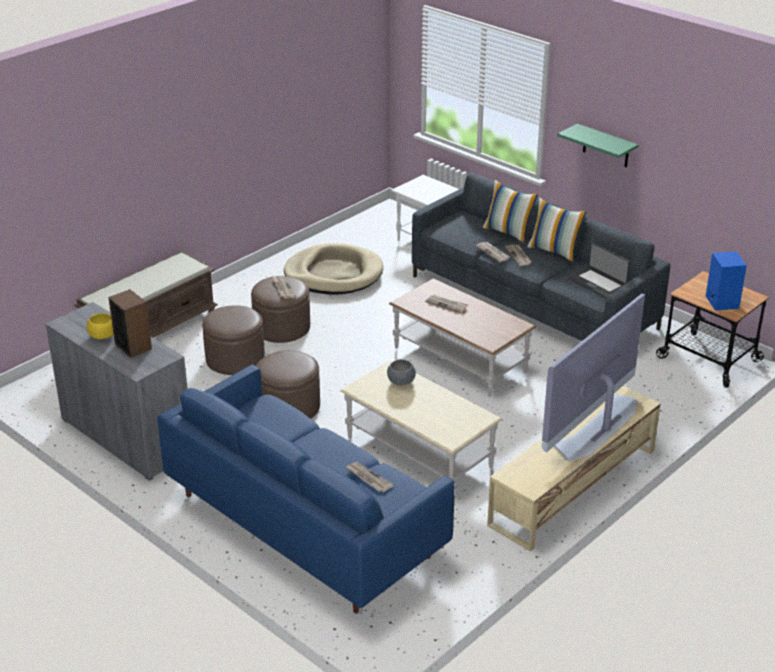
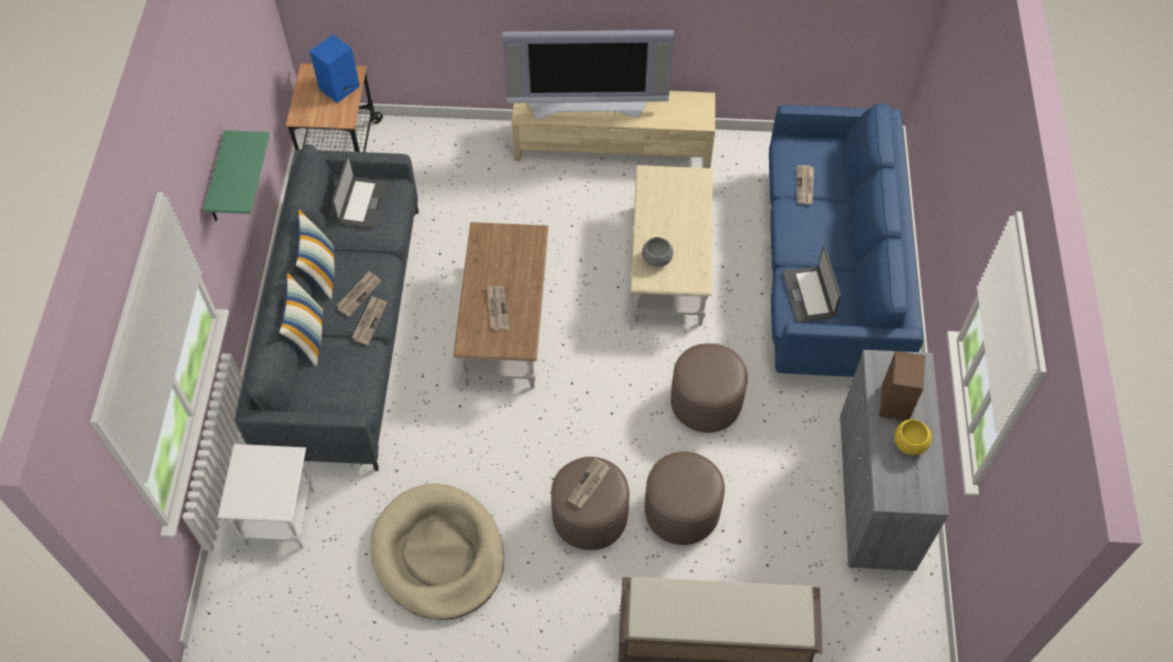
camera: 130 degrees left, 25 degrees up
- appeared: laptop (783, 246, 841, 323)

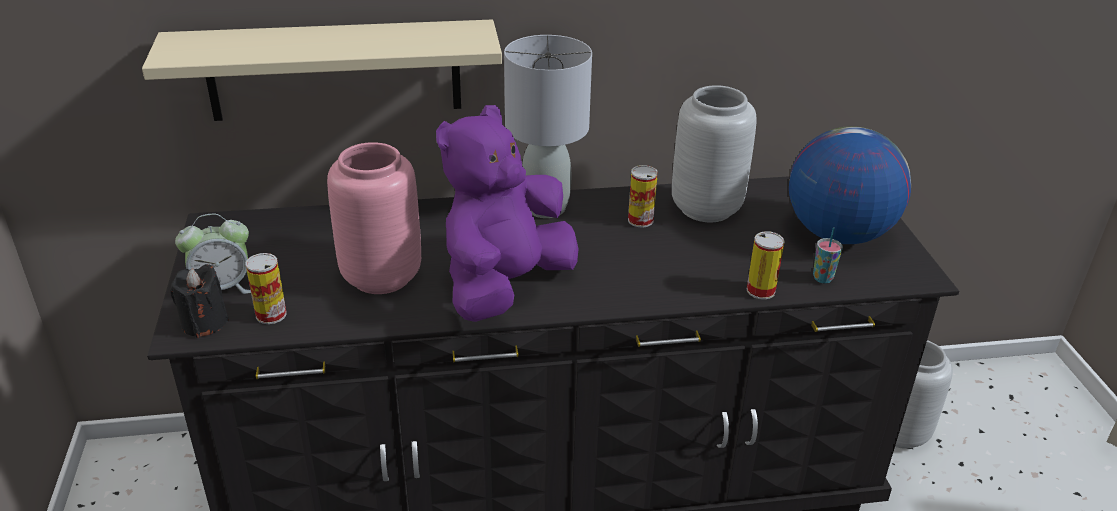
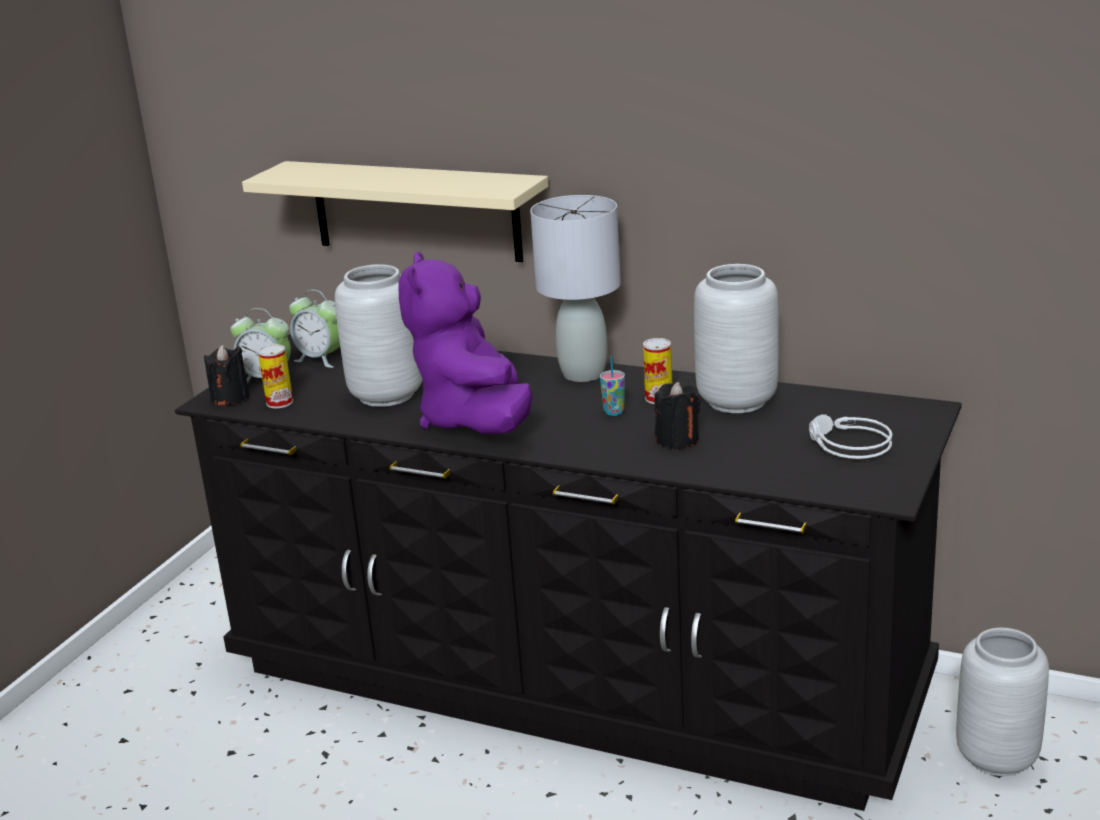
camera: 35 degrees right, 10 degrees down
- colour: wazon (różowy) (327, 142, 421, 294) to wazon (szary) (335, 264, 422, 407)
- spun: pluszak (fioletowy) (436, 105, 579, 322) = (398, 251, 533, 434) 75 degrees counterclockwise
- missing: puszka (747, 231, 785, 300)
- exchanged: globus (789, 126, 911, 244) to słuchawki (szary) (809, 414, 892, 459)
- relocated: filiżanka (813, 227, 843, 283) to (600, 356, 625, 416)
- appeared: budzik (289, 290, 340, 368)
- appeared: świeca (czarny) (654, 382, 701, 449)

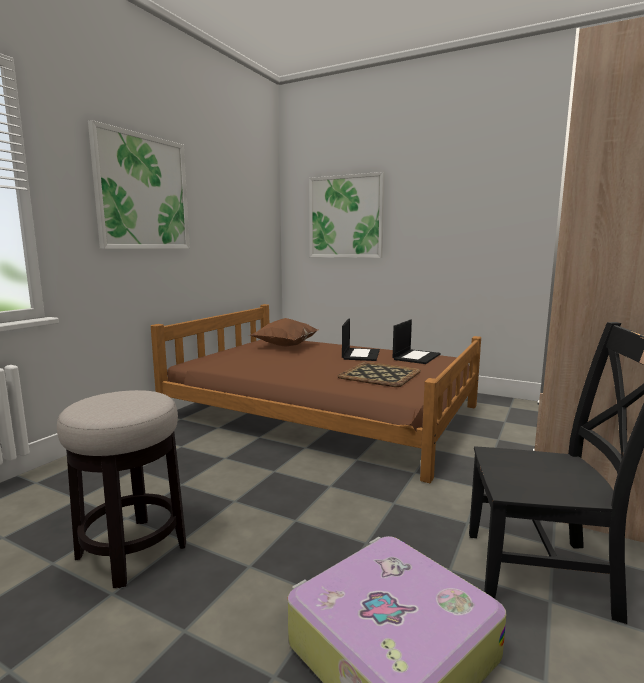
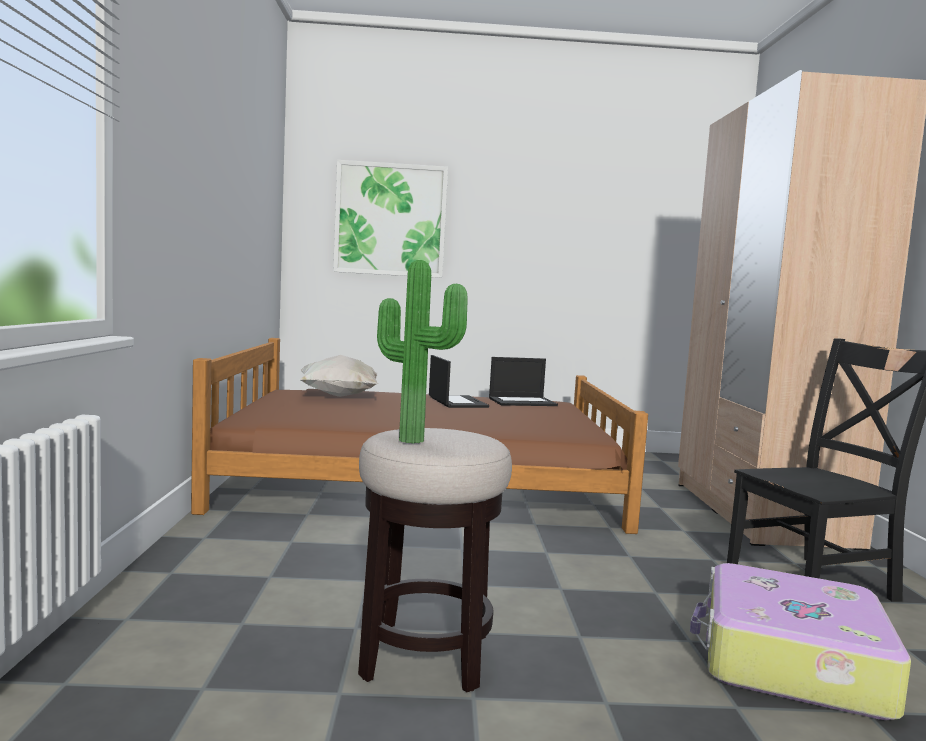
camera: 30 degrees left, 5 degrees down
- missing: obraz (88, 120, 190, 249)
- colour: poduszka (brązowy) (248, 318, 318, 347) to poduszka (biały) (298, 355, 378, 397)
- missing: taca (337, 362, 421, 387)
- spun: laptop (393, 320, 441, 364) = (489, 357, 558, 406) 75 degrees clockwise
- appeared: roślina doniczkowa (377, 260, 468, 443)

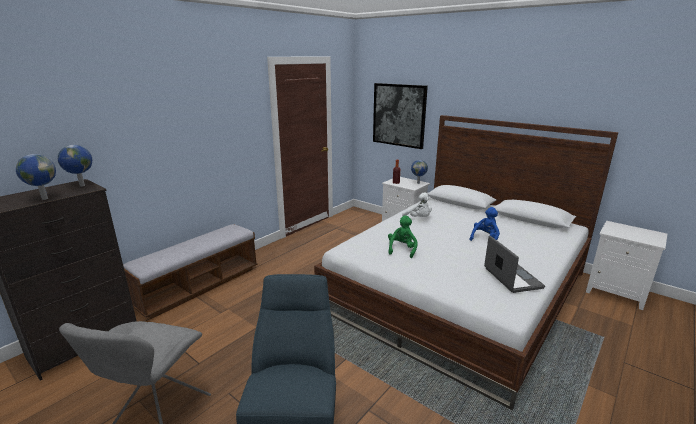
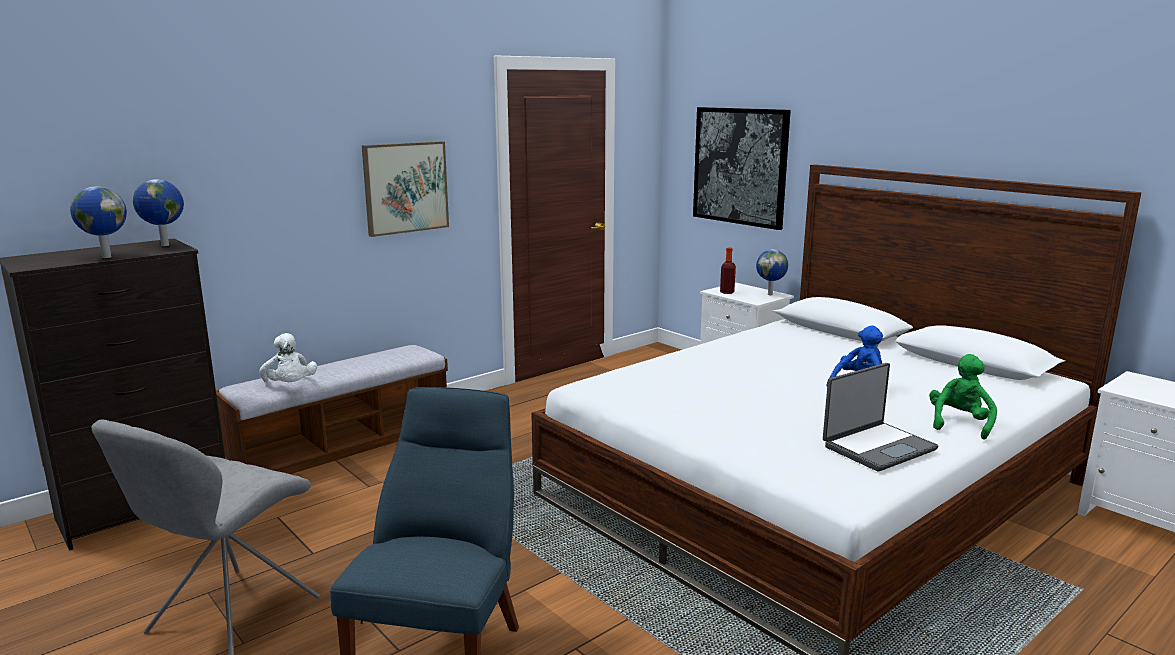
camera: 10 degrees right, 5 degrees down
- relocated: pluszak (zielony) (388, 215, 418, 258) to (929, 354, 997, 439)
- relocated: pluszak (biały) (402, 192, 432, 217) to (259, 333, 317, 382)
- spun: laptop (484, 236, 545, 293) = (823, 363, 938, 472) 60 degrees clockwise
- appeared: obraz (362, 141, 449, 237)

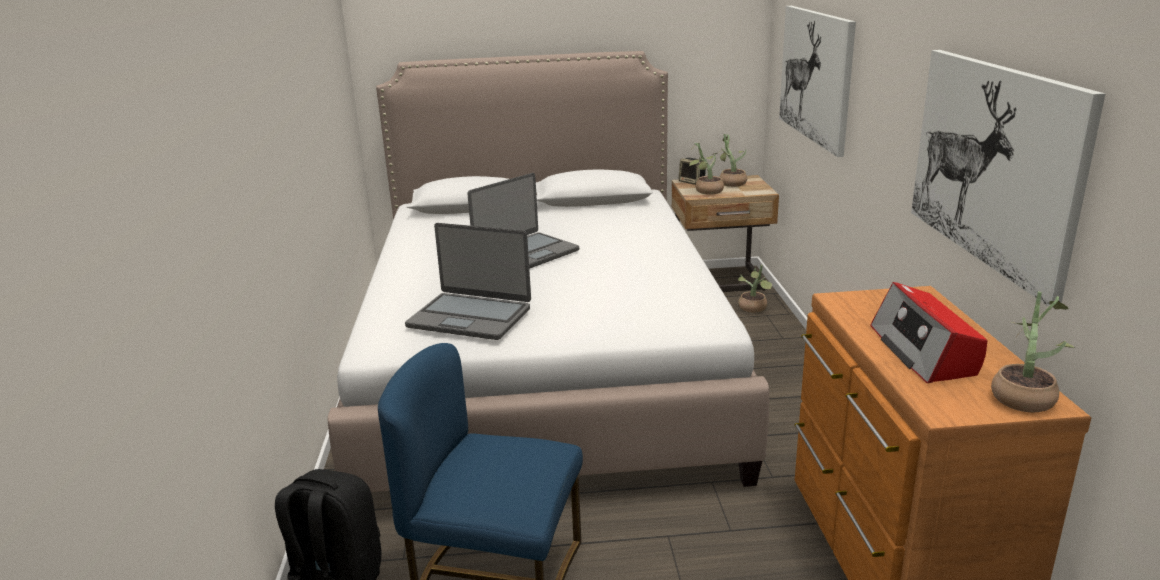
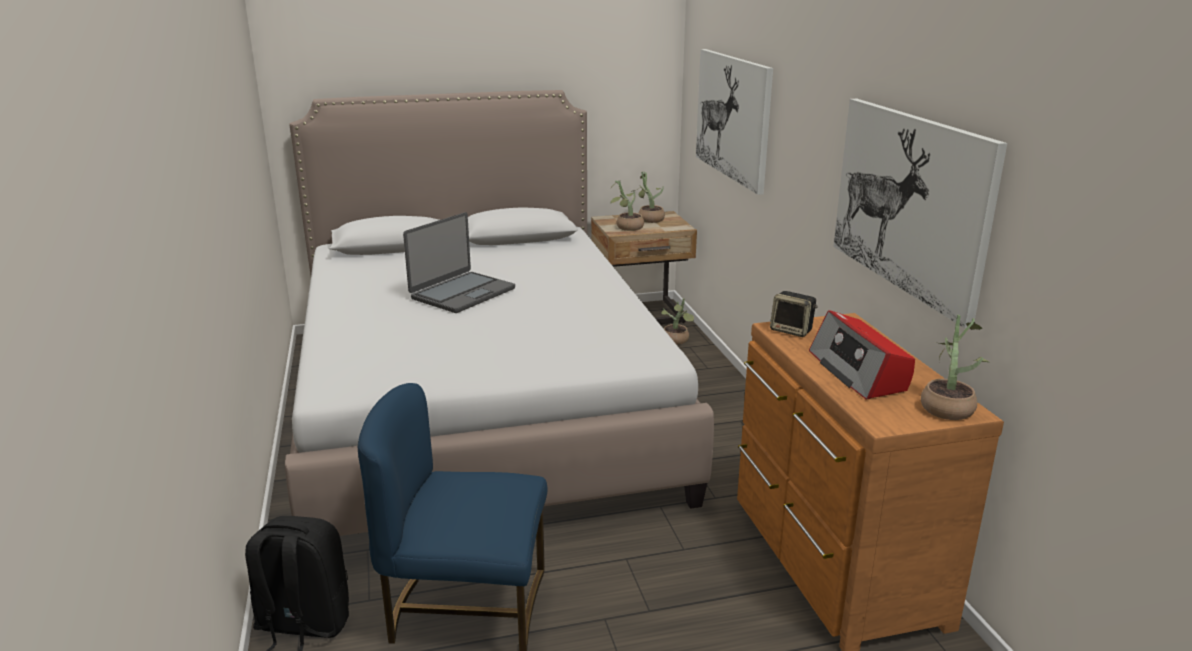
camera: 10 degrees left, 0 degrees up
- missing: laptop (405, 223, 531, 340)
- relocated: głośnik (679, 158, 706, 185) to (770, 291, 818, 337)

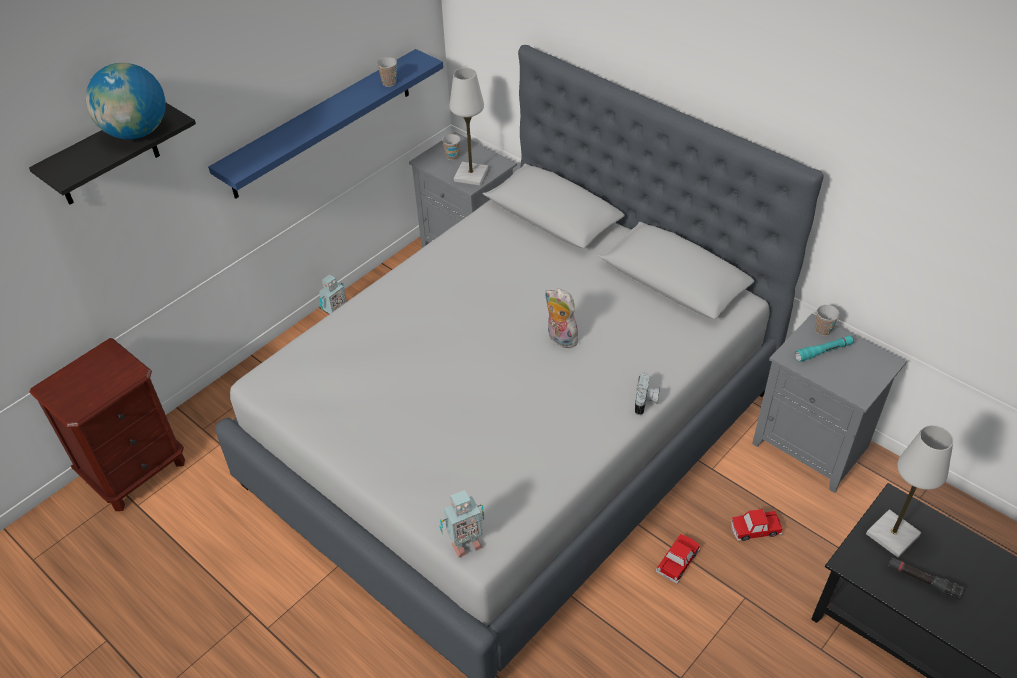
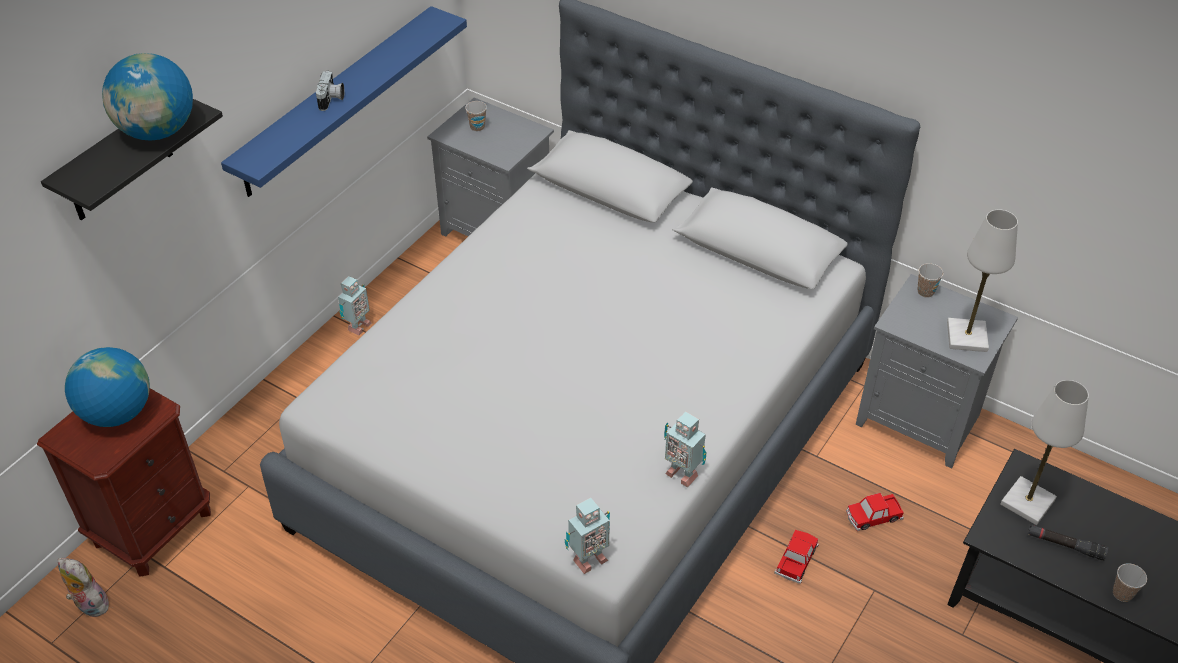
camera: 10 degrees left, 0 degrees up
- relocated: filiżanka (377, 57, 397, 87) to (1113, 563, 1147, 602)
- relocated: lampa stołowa (biały) (450, 68, 488, 186) to (947, 209, 1018, 352)
- relocated: pluszak (545, 289, 580, 348) to (58, 558, 109, 617)
- relocated: aparat fotograficzny (635, 373, 660, 415) to (316, 71, 345, 111)
- missing: latarka (turkusowy) (795, 335, 854, 362)
- appeared: globus (65, 347, 150, 427)
- appeared: robot zabawkowy (664, 412, 706, 487)

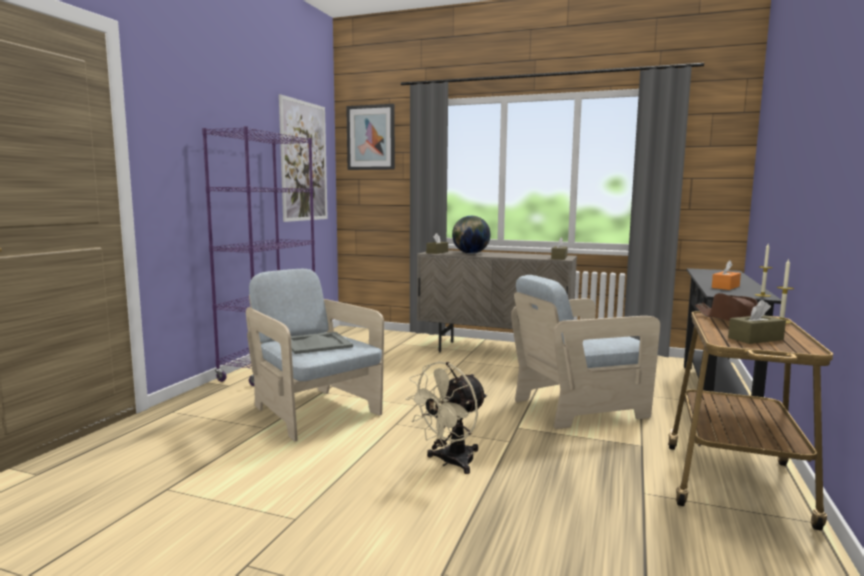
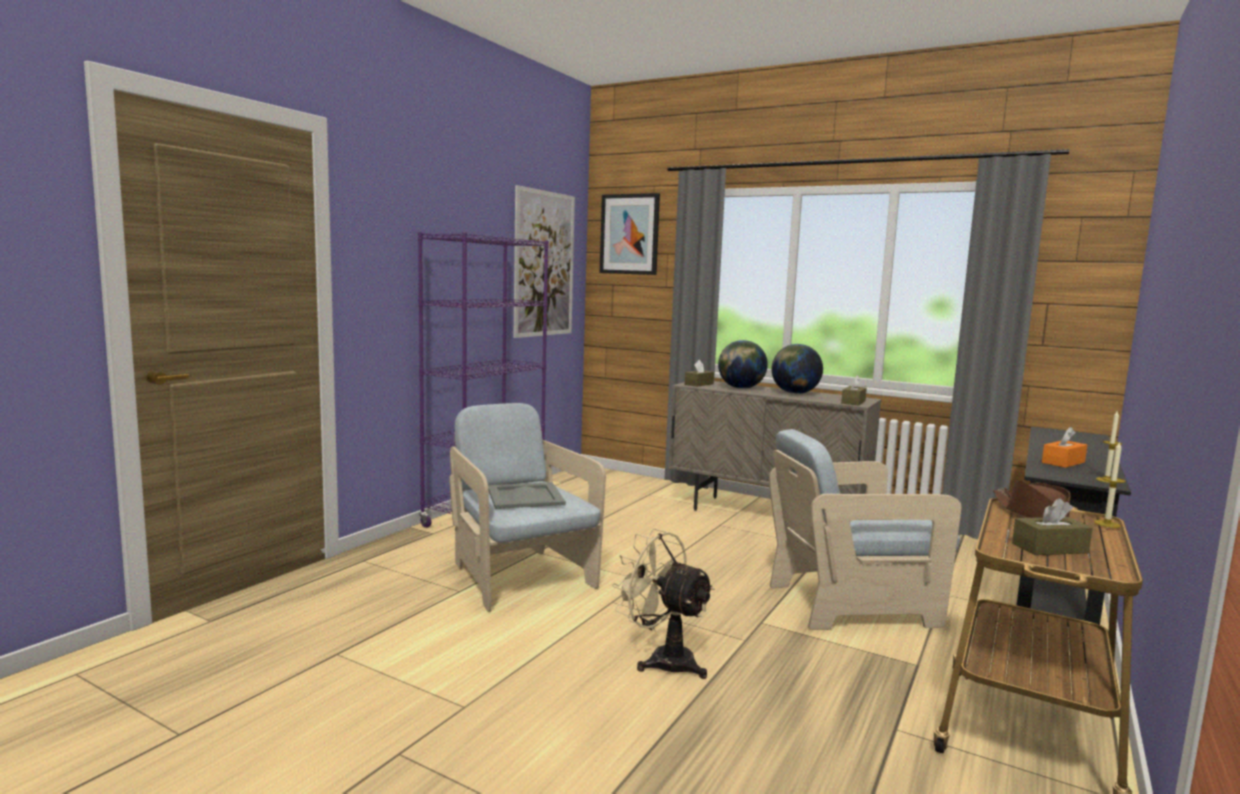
camera: 10 degrees right, 0 degrees up
- spun: wentylator (beżowy) (406, 361, 487, 474) = (612, 528, 715, 679) 75 degrees clockwise
- appeared: globus (771, 344, 823, 394)

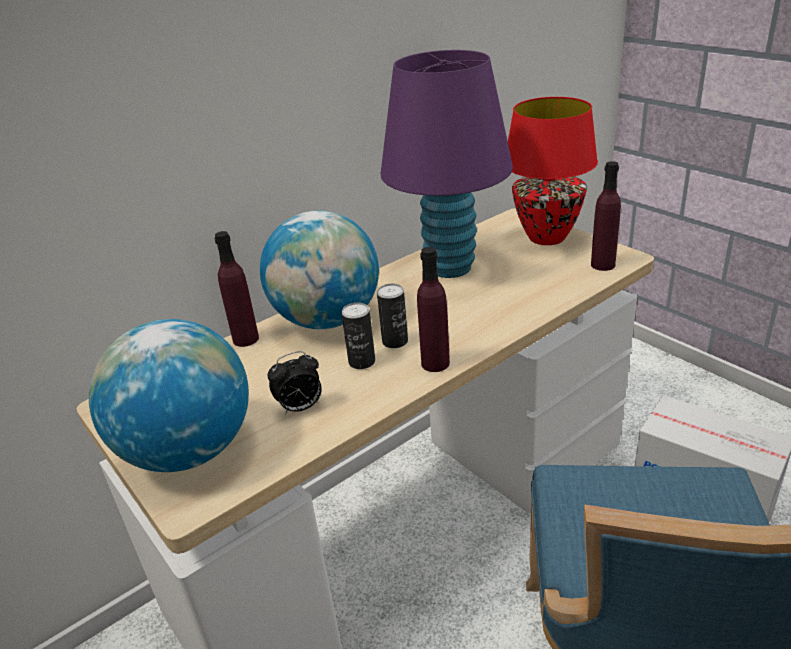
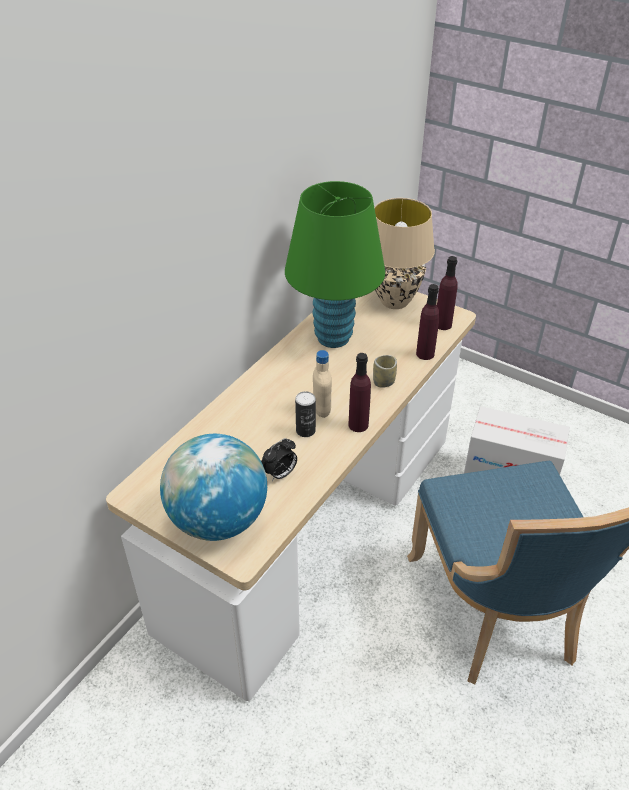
camera: 20 degrees left, 10 degrees up
- relocated: butelka (fioletowy) (214, 231, 259, 347) to (416, 284, 440, 360)
- missing: globus (260, 210, 379, 329)
- exchanged: puszka (377, 284, 408, 348) to butelka (beżowy) (313, 350, 332, 418)
- colour: lampa stołowa (fioletowy) (381, 50, 513, 278) to lampa stołowa (zielony) (285, 181, 385, 348)
- colour: lampa stołowa (czerwony) (508, 97, 598, 245) to lampa stołowa (beżowy) (374, 198, 435, 309)
- appeared: filiżanka (373, 355, 397, 388)

